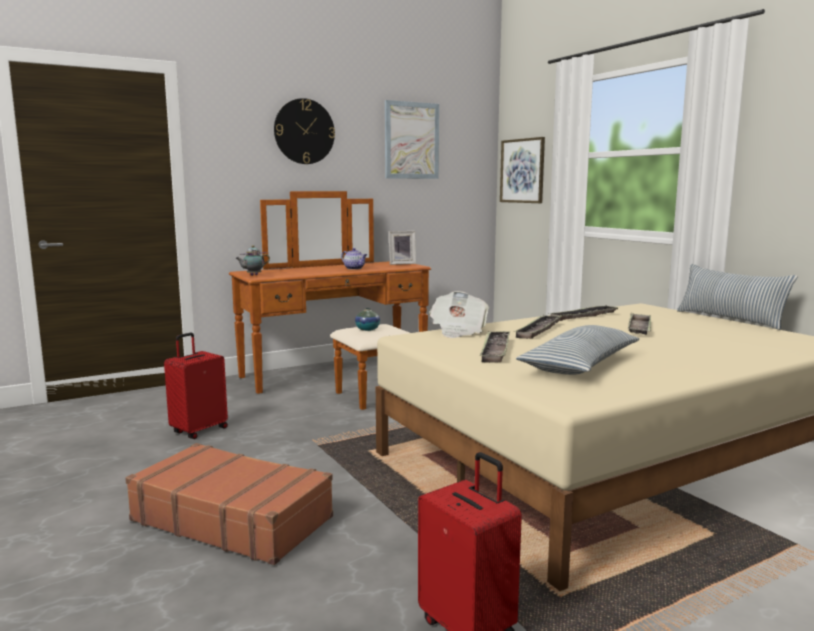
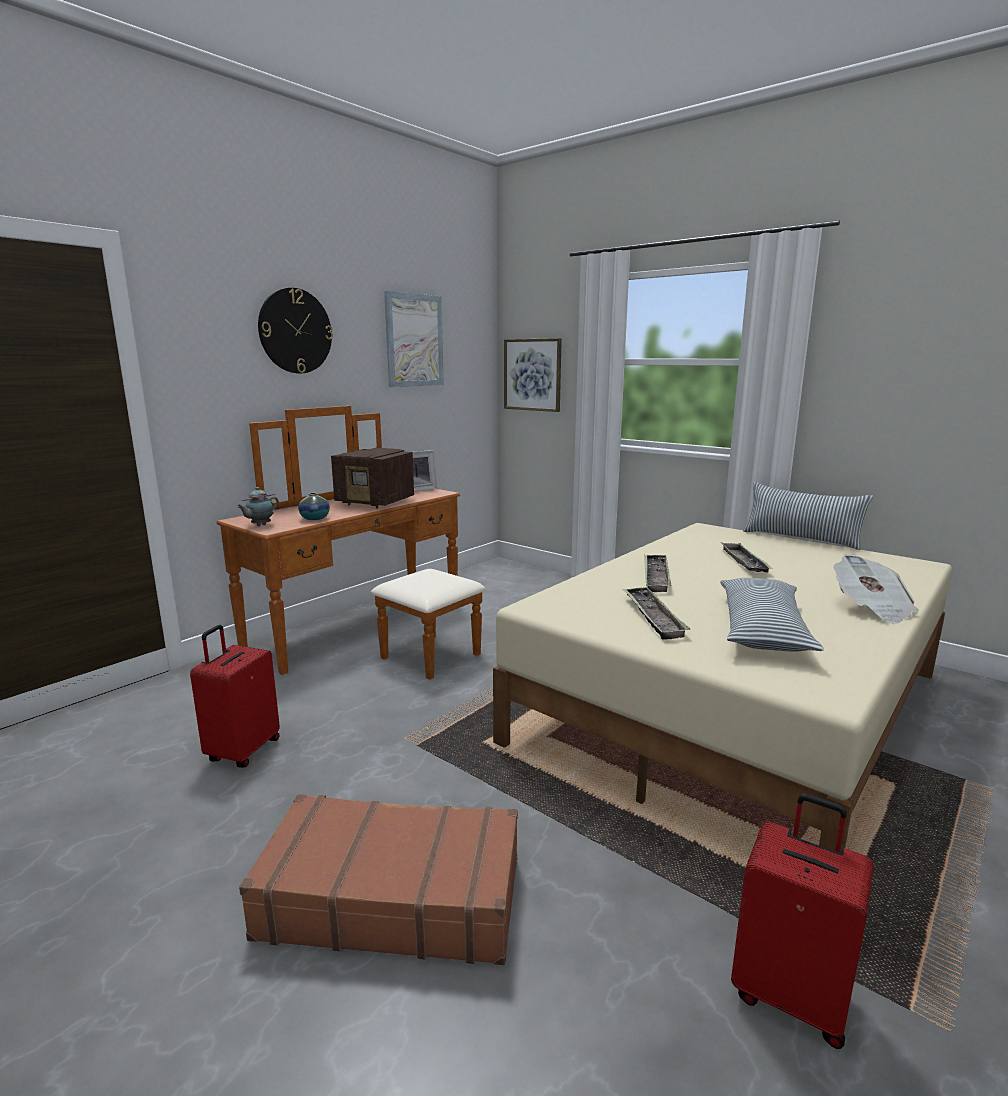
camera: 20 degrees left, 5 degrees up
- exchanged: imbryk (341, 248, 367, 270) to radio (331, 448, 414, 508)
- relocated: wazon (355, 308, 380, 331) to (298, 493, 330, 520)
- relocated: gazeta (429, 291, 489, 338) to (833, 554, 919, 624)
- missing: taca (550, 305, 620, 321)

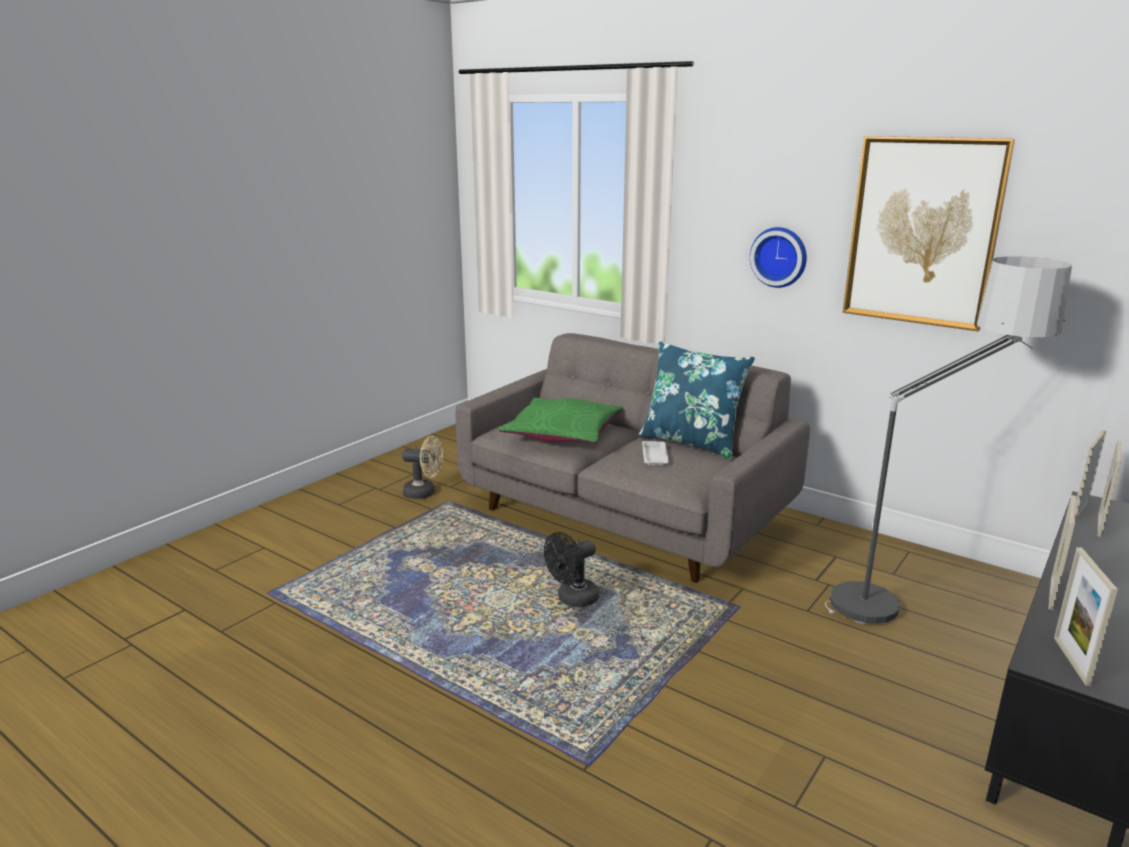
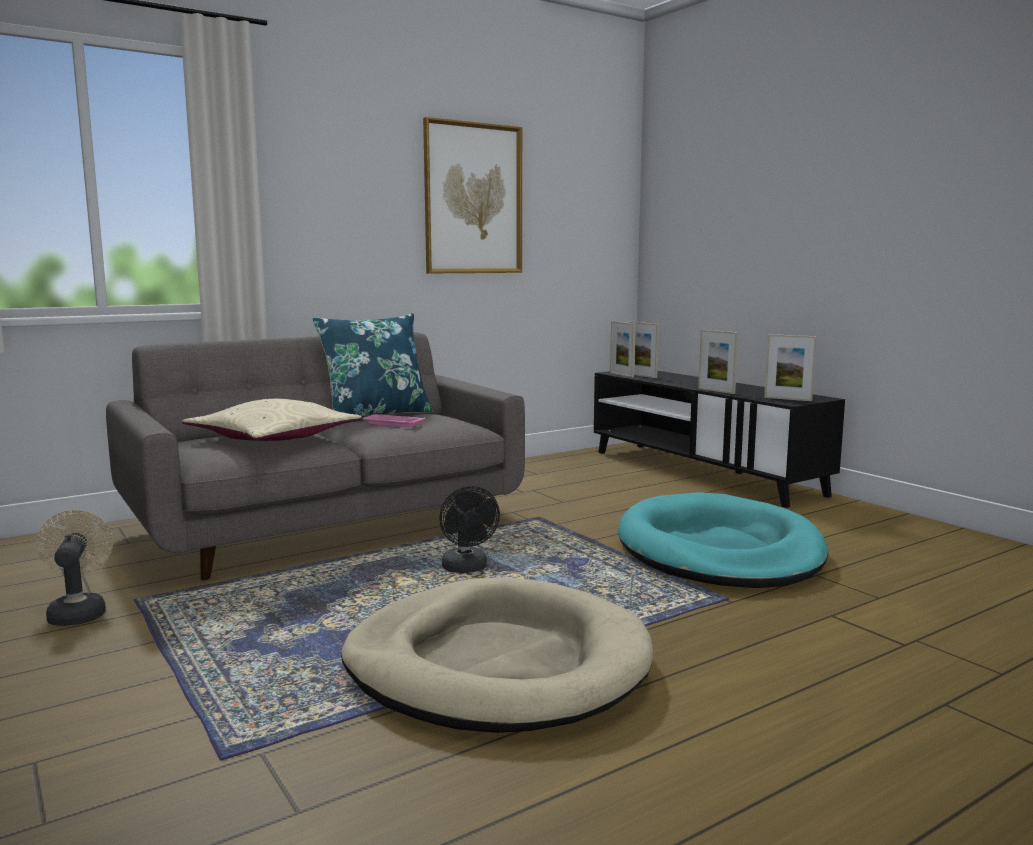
camera: 70 degrees left, 10 degrees down
- spun: wentylator (beżowy) (402, 436, 443, 499) = (37, 510, 113, 626) 45 degrees counterclockwise
- colour: poduszka (zielony) (498, 397, 623, 443) to poduszka (beżowy) (182, 399, 362, 441)
- colour: taca (biały) (642, 441, 669, 466) to taca (różowy) (362, 414, 425, 427)
- missing: zegar ścienny (750, 227, 807, 288)
- missing: lampa stojąca (825, 257, 1072, 624)
- appeared: legowisko (beżowy) (341, 577, 653, 733)
- appeared: legowisko (turkusowy) (618, 492, 829, 588)

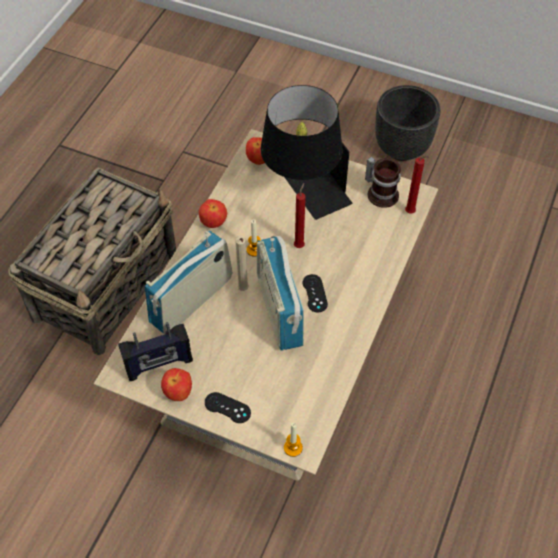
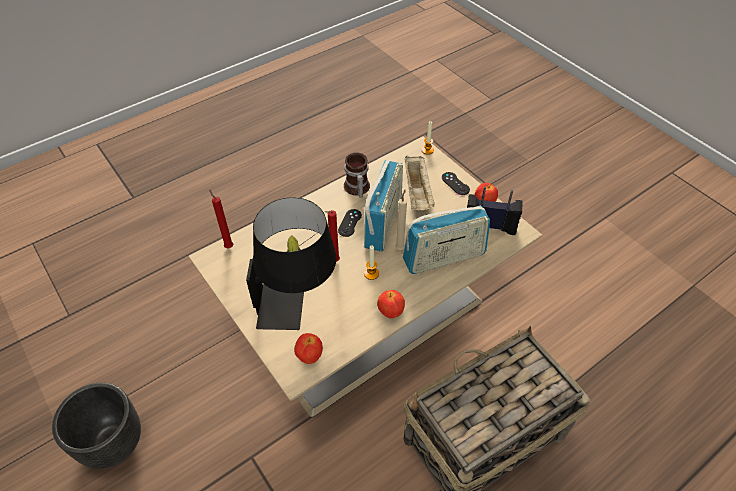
camera: 150 degrees left, 5 degrees down
- relocated: kubek (365, 157, 401, 208) to (344, 153, 370, 198)
- appeared: taca (beżowy) (405, 156, 435, 211)

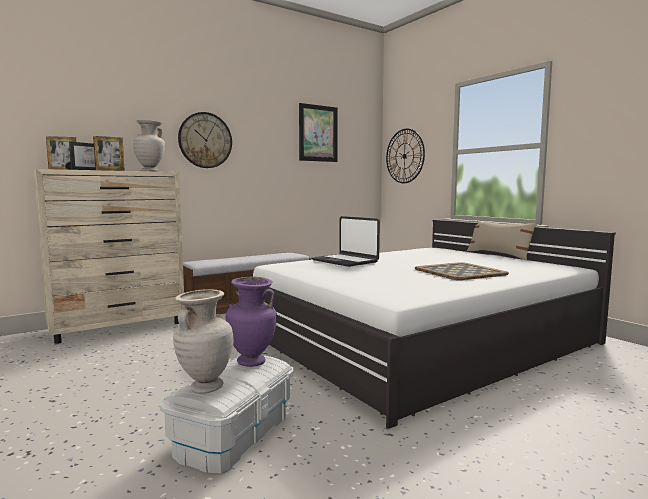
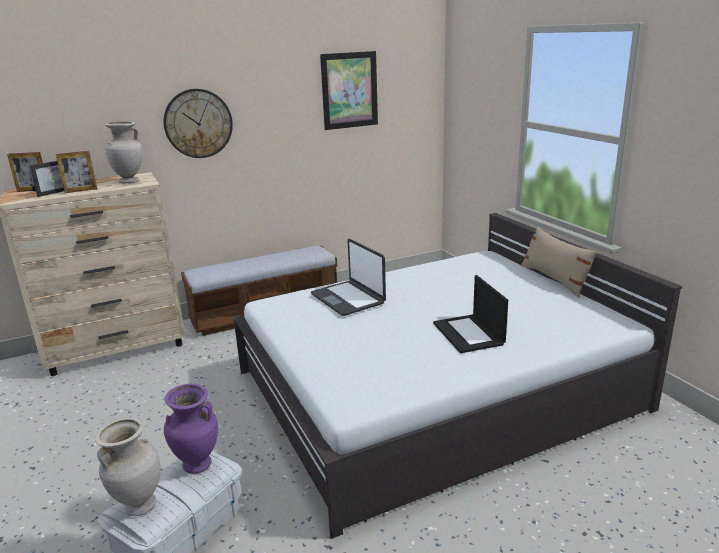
camera: 10 degrees right, 15 degrees up
- missing: zegar ścienny (386, 129, 425, 183)
- exchanged: taca (415, 262, 509, 280) to laptop (433, 275, 508, 353)

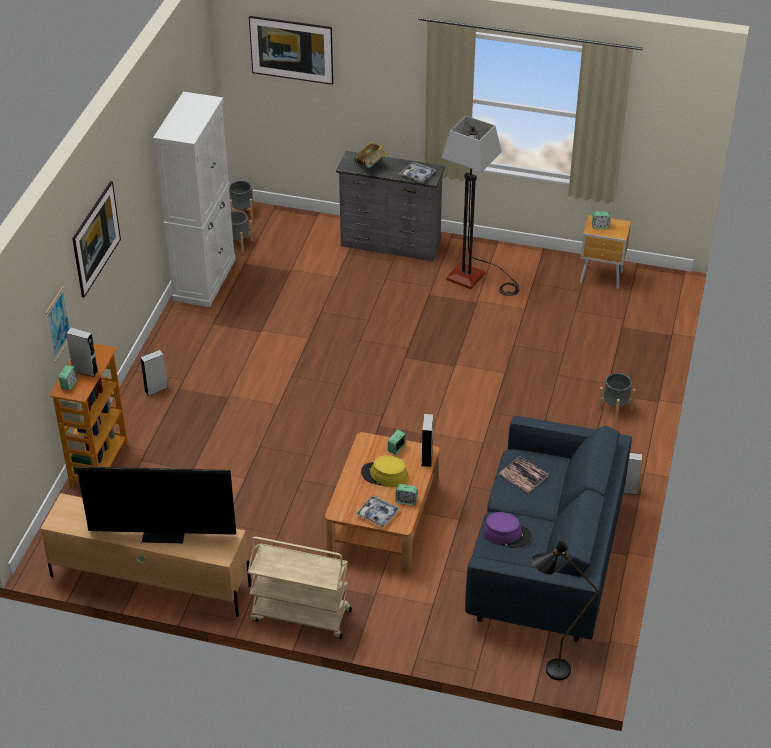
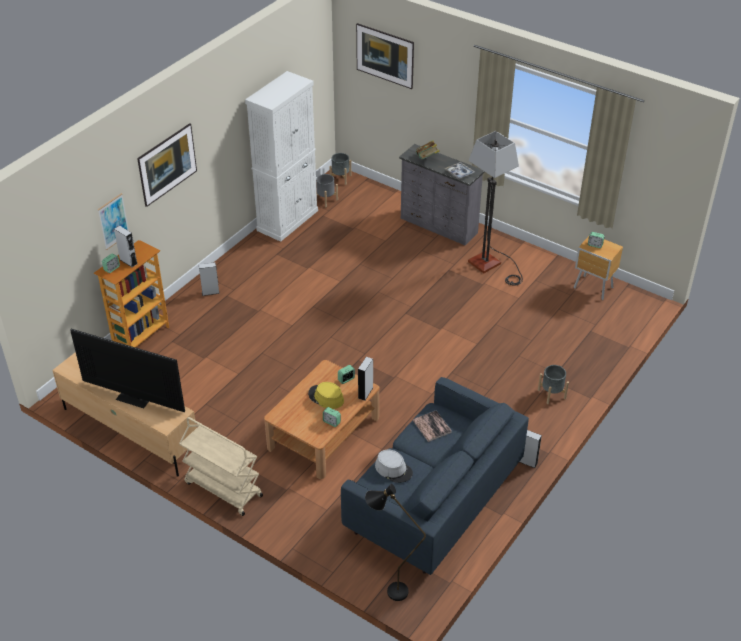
camera: 20 degrees right, 0 degrees up
- missing: taca (355, 495, 400, 528)
- colour: kapelusz (fioletowy) (482, 512, 532, 548) to kapelusz (szary) (375, 450, 413, 483)

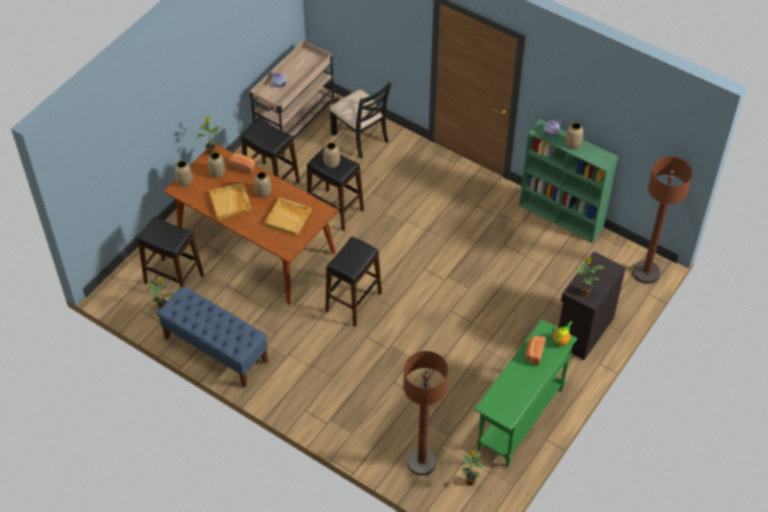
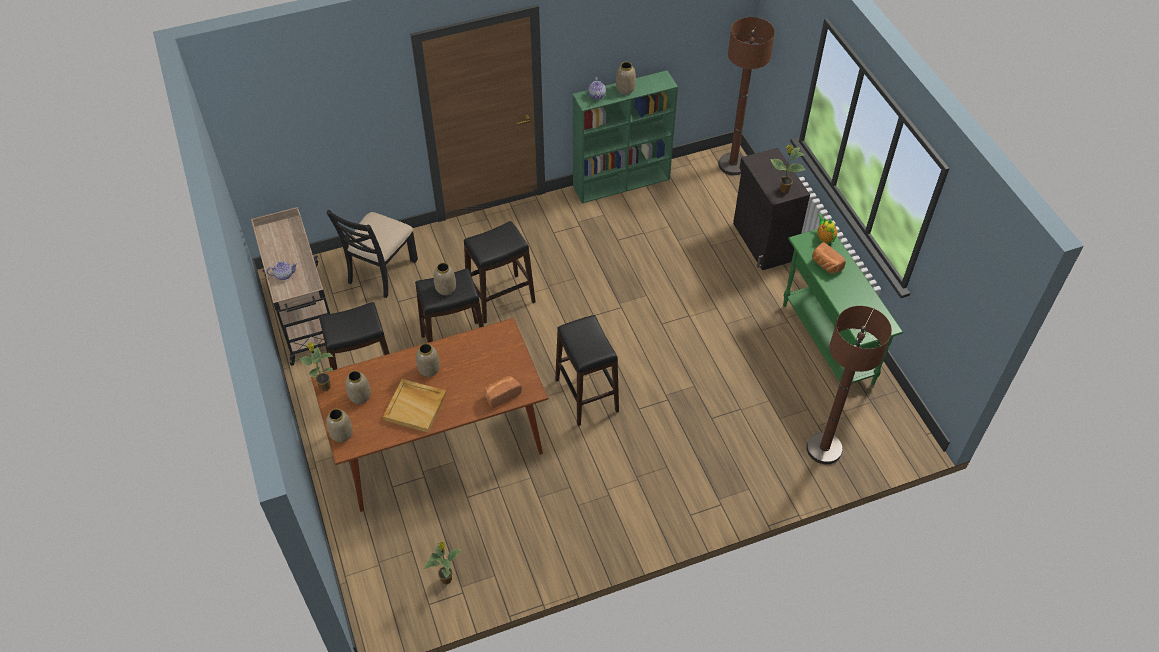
camera: 55 degrees left, 0 degrees up
- relocated: stołek (czarny) (138, 216, 204, 288) to (464, 221, 536, 324)
- missing: ławka (niebieski) (157, 286, 268, 388)
- relocated: chleb (228, 153, 255, 174) to (484, 376, 522, 408)
- missing: taca (beżowy) (264, 197, 312, 236)
- spun: krzesło (czarny) (330, 82, 391, 159) = (326, 210, 418, 298) 120 degrees clockwise
- missing: roślina doniczkowa (462, 450, 484, 486)

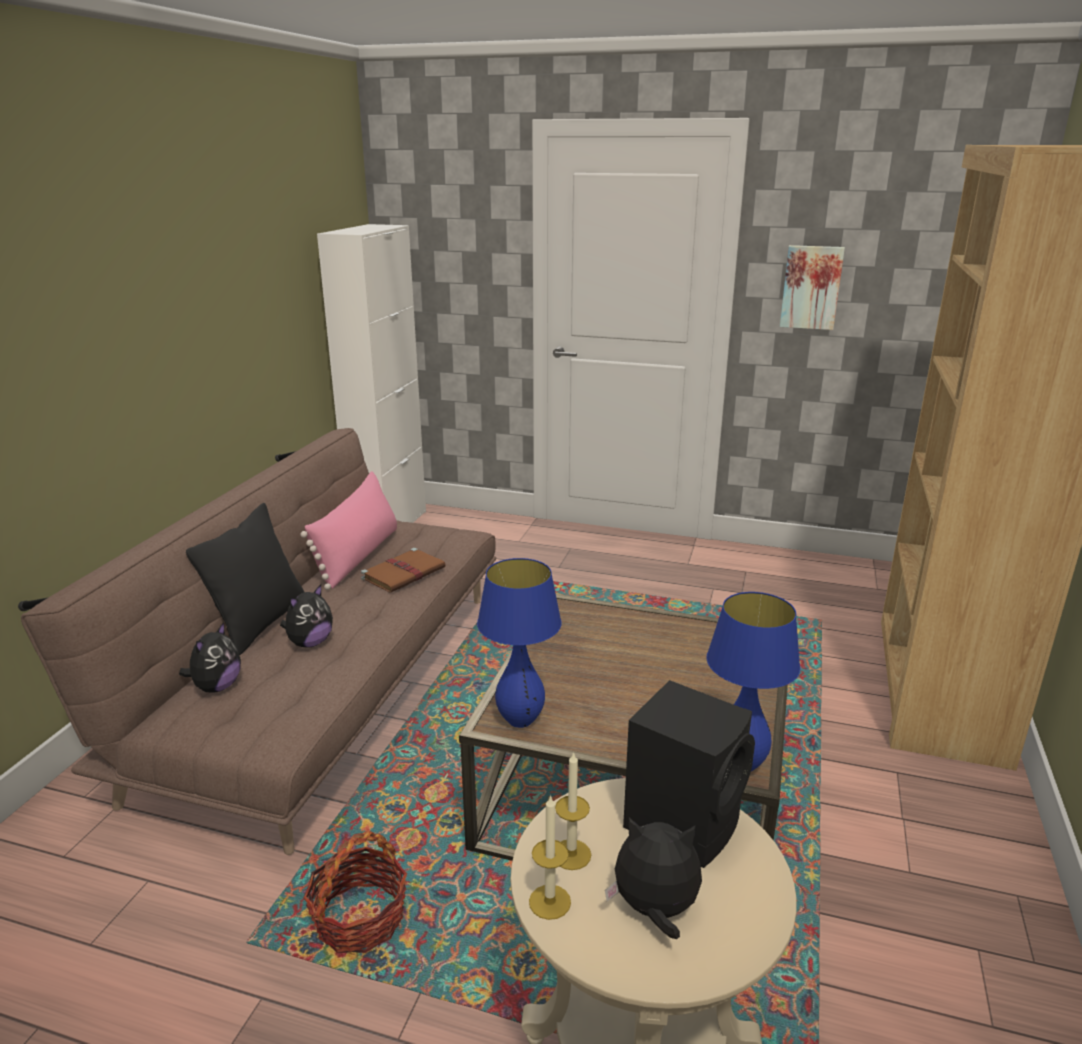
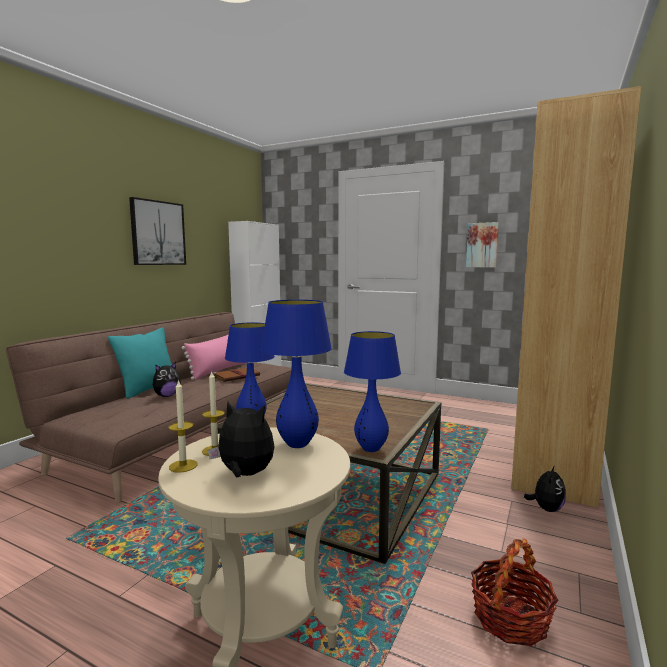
camera: 10 degrees right, 15 degrees down
- relocated: pluszak (179, 622, 241, 693) to (524, 465, 566, 512)
- colour: poduszka (czarny) (186, 503, 304, 655) to poduszka (turkusowy) (108, 327, 172, 399)
- relocated: koszyk (303, 831, 407, 953) to (471, 538, 559, 646)
- exchanged: głośnik (czarny) (623, 680, 755, 868) to lampa stołowa (niebieski) (261, 300, 332, 448)
- appeared: obraz (129, 197, 186, 265)

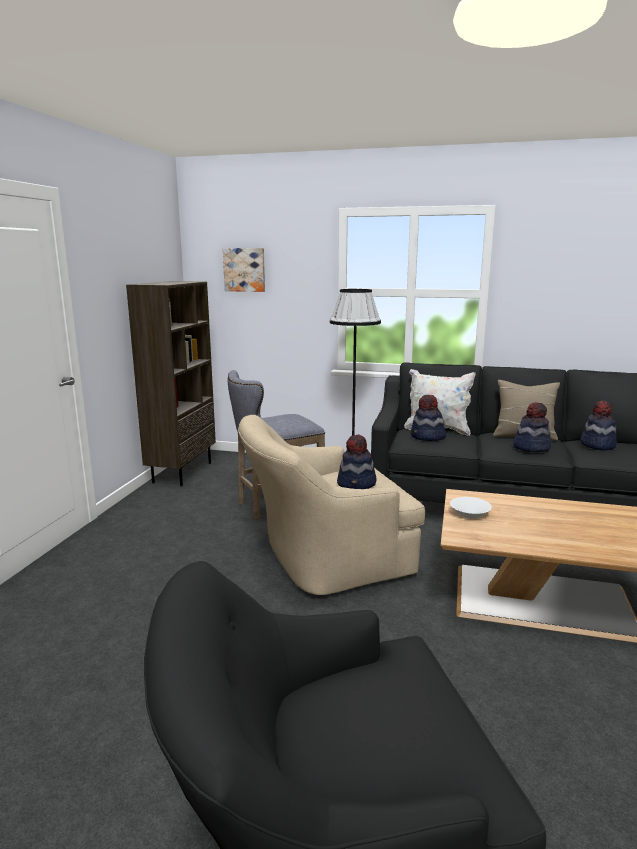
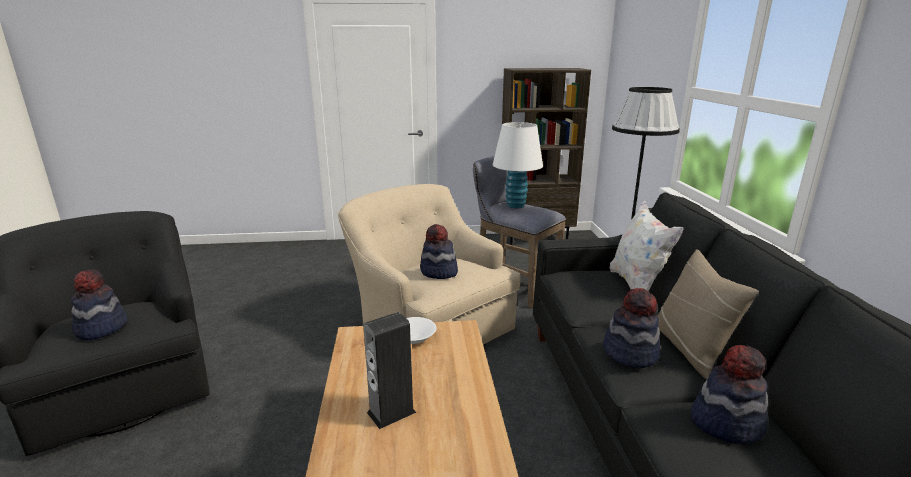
camera: 70 degrees right, 5 degrees up
- missing: obraz (223, 248, 265, 292)
- relocated: kapelusz (411, 395, 446, 441) to (71, 269, 127, 340)
- appeared: głośnik (363, 312, 417, 429)
- appeared: lampa stołowa (biały) (493, 122, 543, 208)

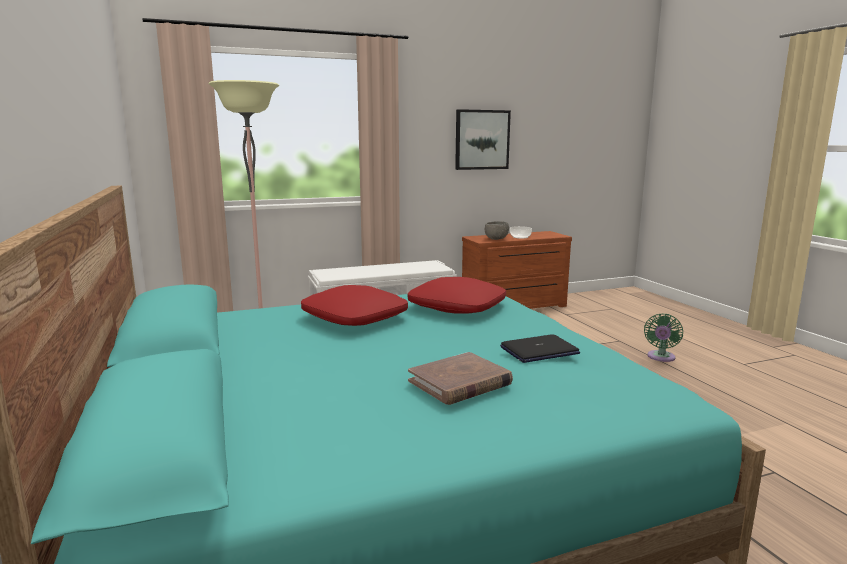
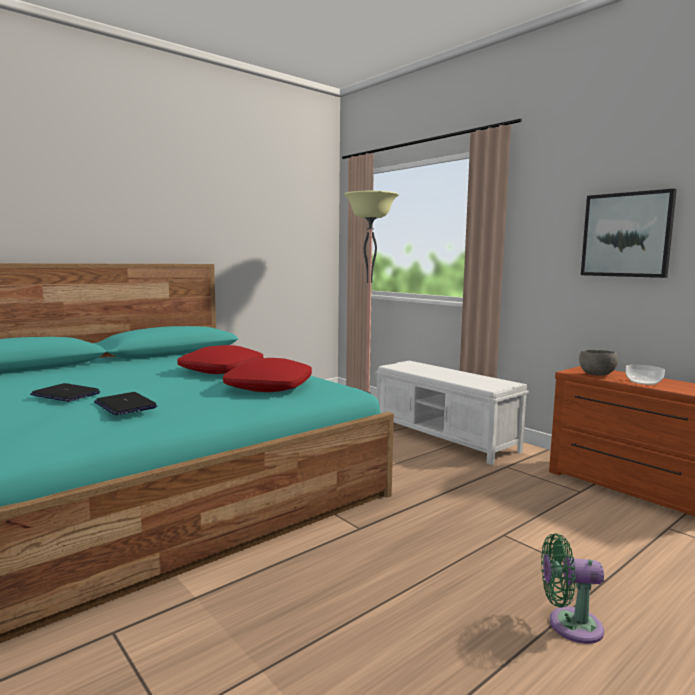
camera: 70 degrees right, 5 degrees down
- exchanged: książka (brązowy) (408, 352, 513, 405) to laptop (30, 383, 100, 402)

